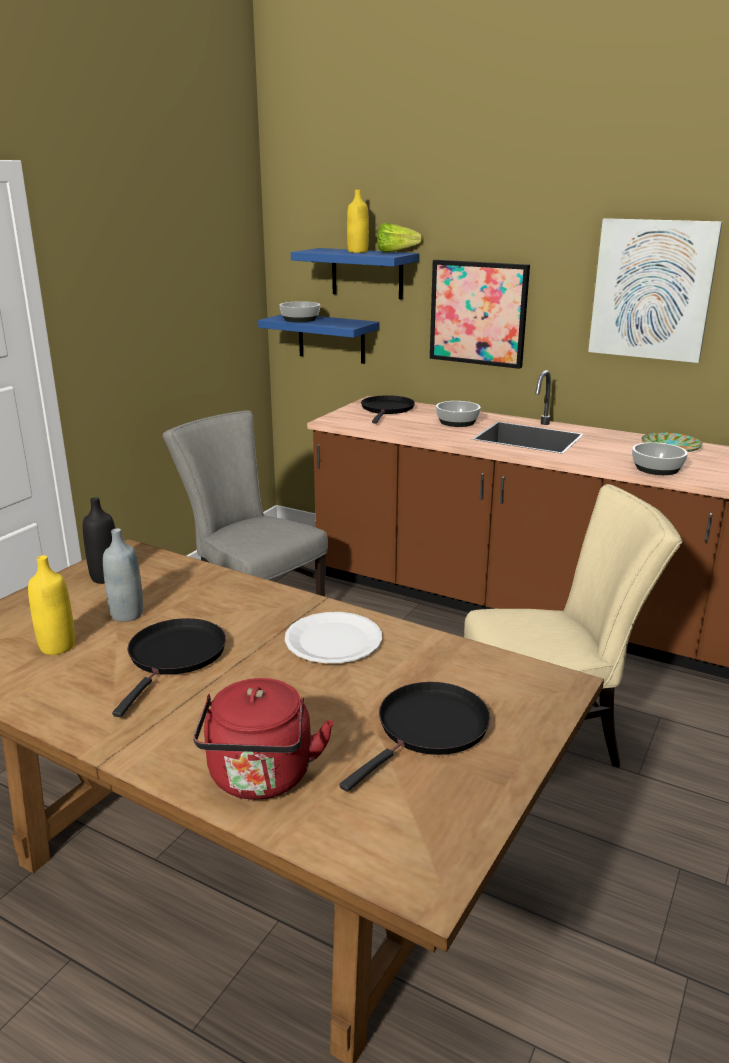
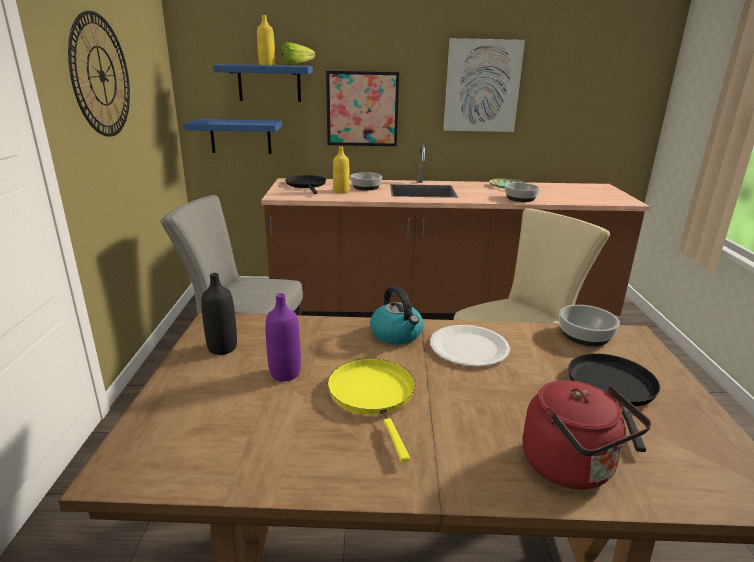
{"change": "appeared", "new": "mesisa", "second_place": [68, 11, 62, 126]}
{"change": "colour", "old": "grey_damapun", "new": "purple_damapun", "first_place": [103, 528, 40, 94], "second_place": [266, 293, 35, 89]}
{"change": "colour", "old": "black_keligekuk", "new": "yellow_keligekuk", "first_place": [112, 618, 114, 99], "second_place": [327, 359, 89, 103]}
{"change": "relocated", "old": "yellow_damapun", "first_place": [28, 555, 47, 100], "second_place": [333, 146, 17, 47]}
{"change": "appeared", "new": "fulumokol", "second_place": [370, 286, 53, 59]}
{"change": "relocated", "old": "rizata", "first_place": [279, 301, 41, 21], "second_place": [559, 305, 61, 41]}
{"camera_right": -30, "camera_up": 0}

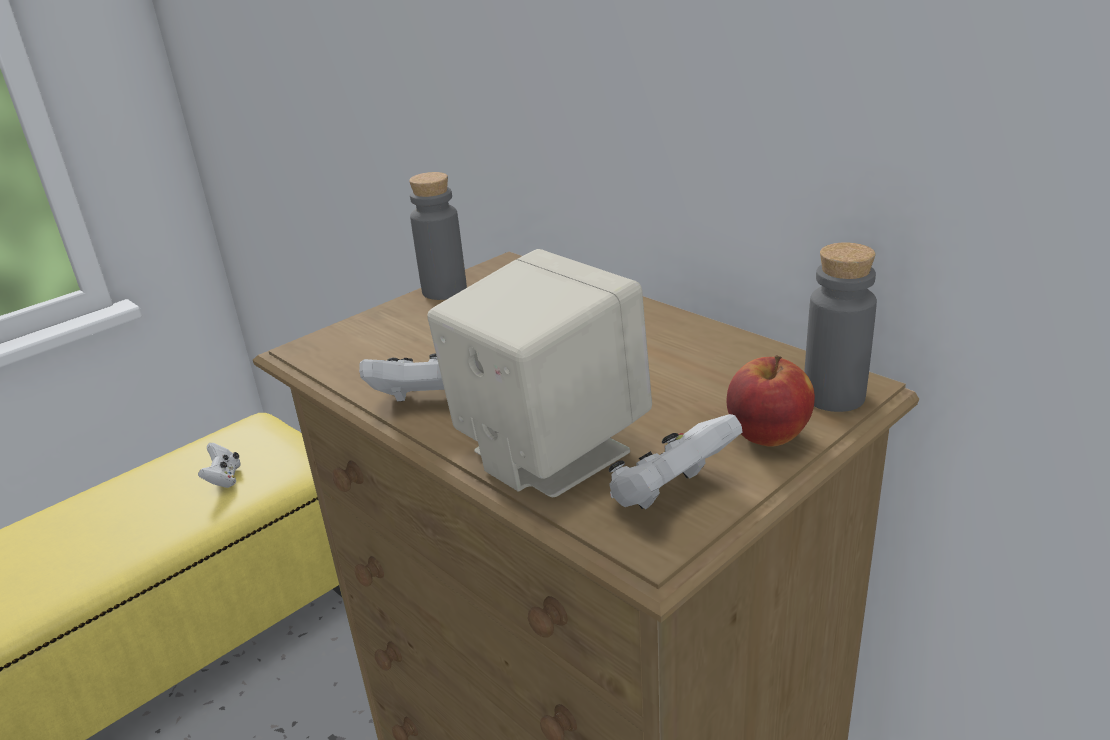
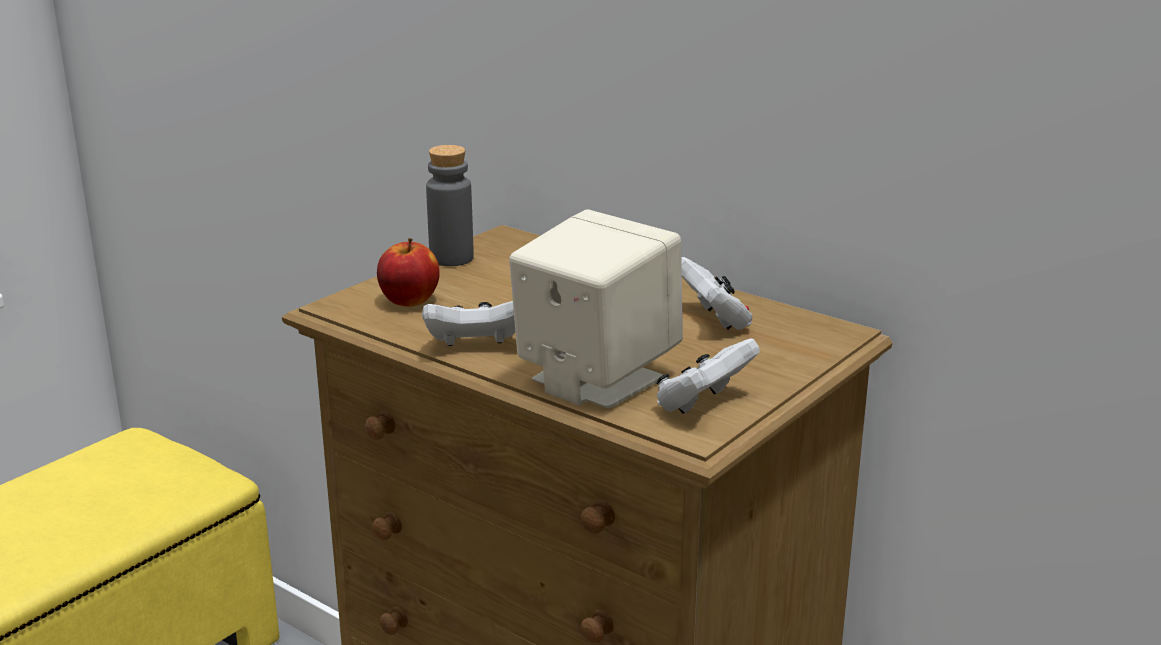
{"change": "relocated", "old": "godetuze", "first_place": [727, 355, 88, 92], "second_place": [377, 238, 63, 69]}
{"change": "relocated", "old": "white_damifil", "first_place": [198, 443, 43, 45], "second_place": [681, 257, 72, 73]}
{"change": "missing", "old": "grey_damapun", "first_place": [804, 243, 73, 169]}
{"camera_right": -10, "camera_up": -5}

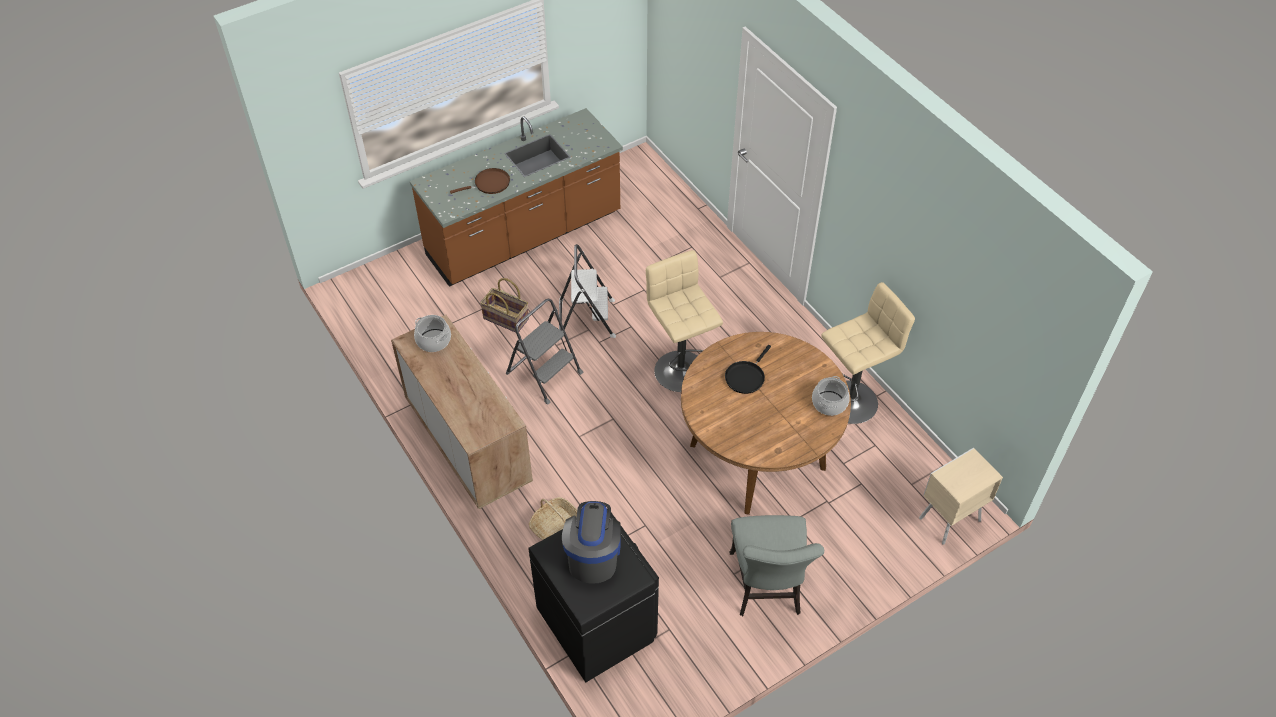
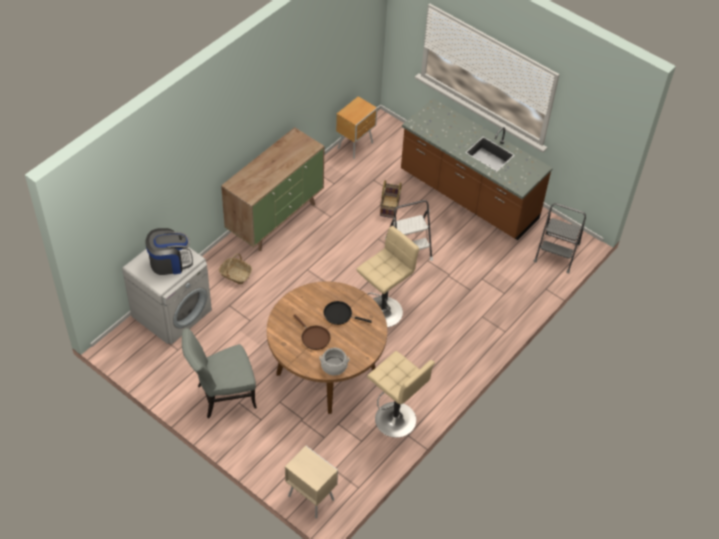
{"change": "colour", "old": "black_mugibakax", "new": "white_mugibakax", "first_place": [528, 513, 131, 170], "second_place": [122, 245, 90, 99]}
{"change": "relocated", "old": "brown_keligekuk", "first_place": [450, 168, 60, 26], "second_place": [293, 314, 37, 36]}
{"change": "appeared", "new": "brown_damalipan", "second_place": [336, 96, 41, 63]}
{"change": "relocated", "old": "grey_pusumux", "first_place": [506, 299, 77, 106], "second_place": [534, 203, 52, 71]}
{"change": "missing", "old": "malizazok", "first_place": [414, 315, 37, 37]}
{"camera_right": 70, "camera_up": 0}

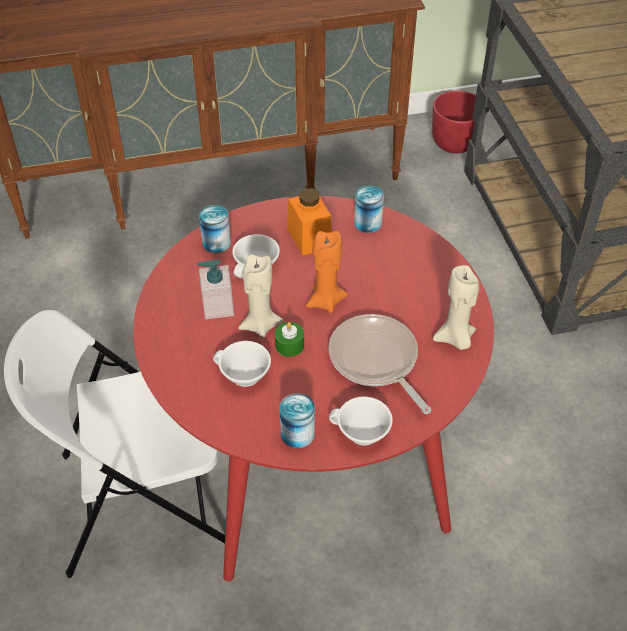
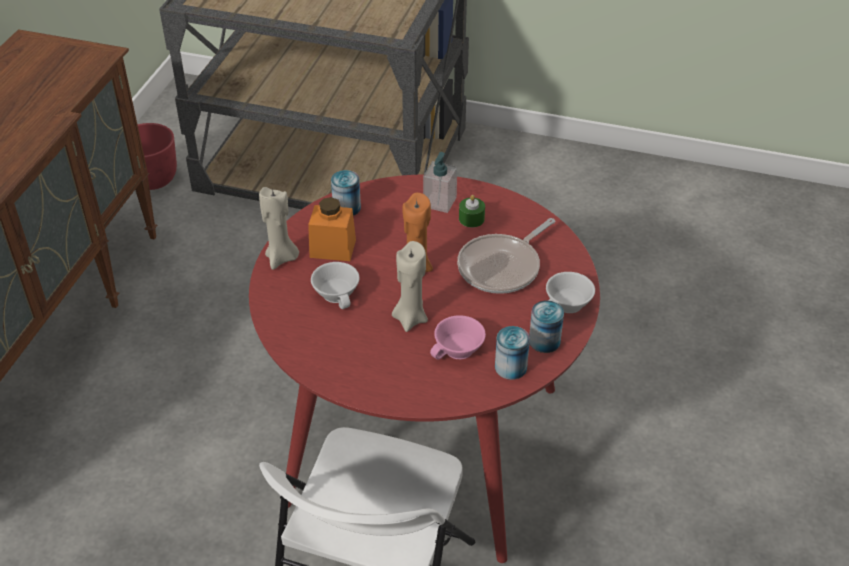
{"change": "relocated", "old": "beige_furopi", "first_place": [433, 265, 46, 85], "second_place": [259, 187, 40, 83]}
{"change": "relocated", "old": "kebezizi", "first_place": [197, 259, 37, 60], "second_place": [423, 152, 34, 61]}
{"change": "colour", "old": "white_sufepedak", "new": "pink_sufepedak", "first_place": [213, 341, 58, 46], "second_place": [430, 315, 56, 45]}
{"change": "spun", "old": "keligekuk", "first_place": [328, 314, 103, 100], "second_place": [457, 218, 98, 76], "degrees": -45}
{"change": "relocated", "old": "green_furopi", "first_place": [275, 322, 29, 35], "second_place": [459, 195, 26, 33]}
{"change": "relocated", "old": "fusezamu", "first_place": [199, 205, 32, 48], "second_place": [495, 326, 35, 54]}
{"camera_right": -60, "camera_up": -5}

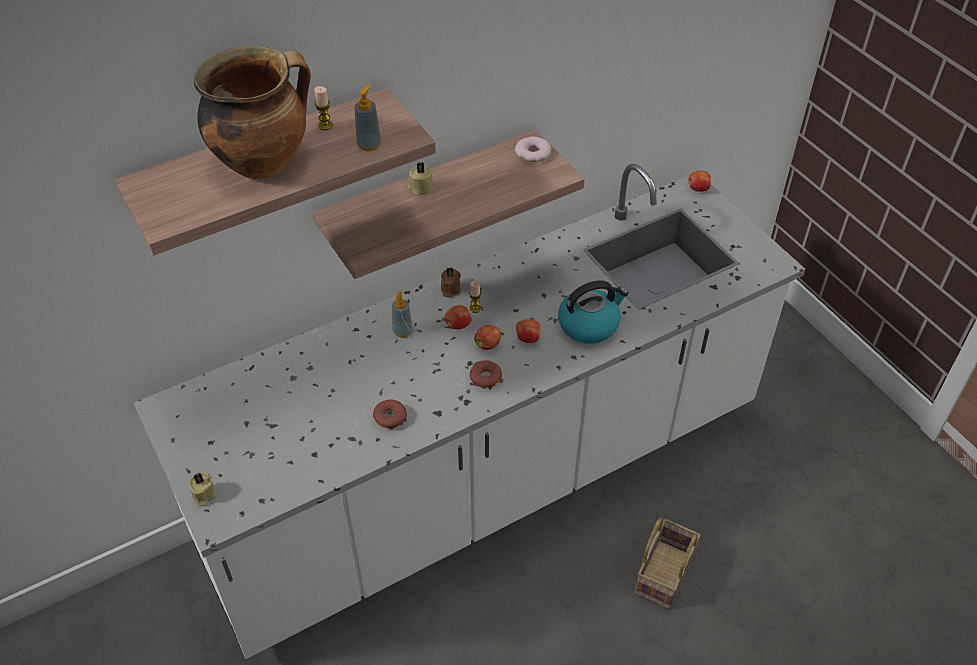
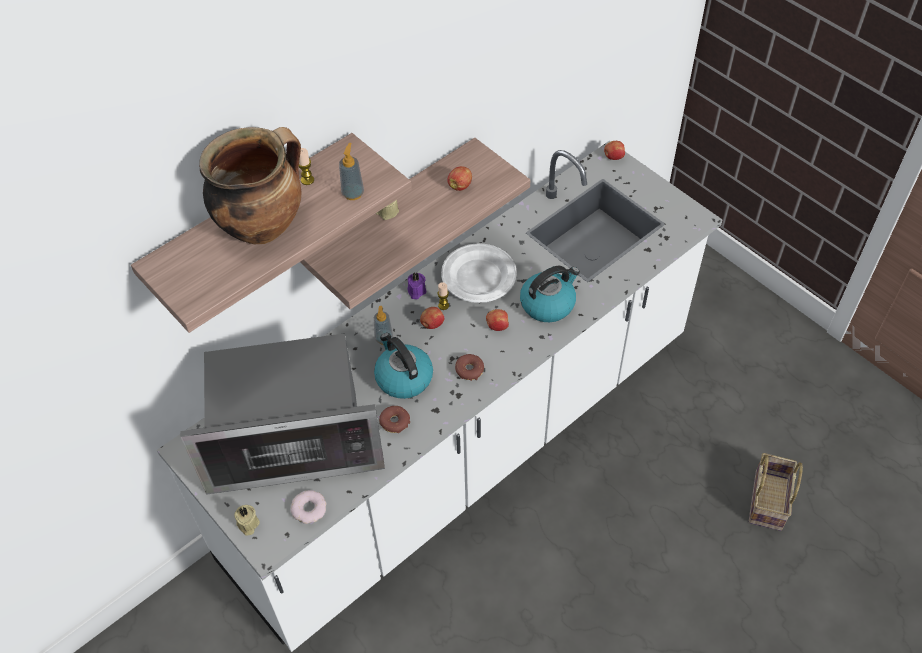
{"change": "appeared", "new": "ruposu", "second_place": [180, 333, 205, 162]}
{"change": "relocated", "old": "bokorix", "first_place": [515, 136, 36, 26], "second_place": [290, 490, 36, 34]}
{"change": "appeared", "new": "fulumokol", "second_place": [374, 333, 59, 66]}
{"change": "colour", "old": "brown_furopi", "new": "purple_furopi", "first_place": [441, 267, 20, 31], "second_place": [407, 273, 19, 26]}
{"change": "appeared", "new": "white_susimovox", "second_place": [441, 243, 76, 60]}
{"change": "relocated", "old": "godetuze", "first_place": [474, 325, 27, 25], "second_place": [447, 166, 25, 25]}
{"change": "relocated", "old": "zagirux", "first_place": [635, 518, 66, 91], "second_place": [749, 453, 54, 78]}
{"camera_right": -10, "camera_up": 5}

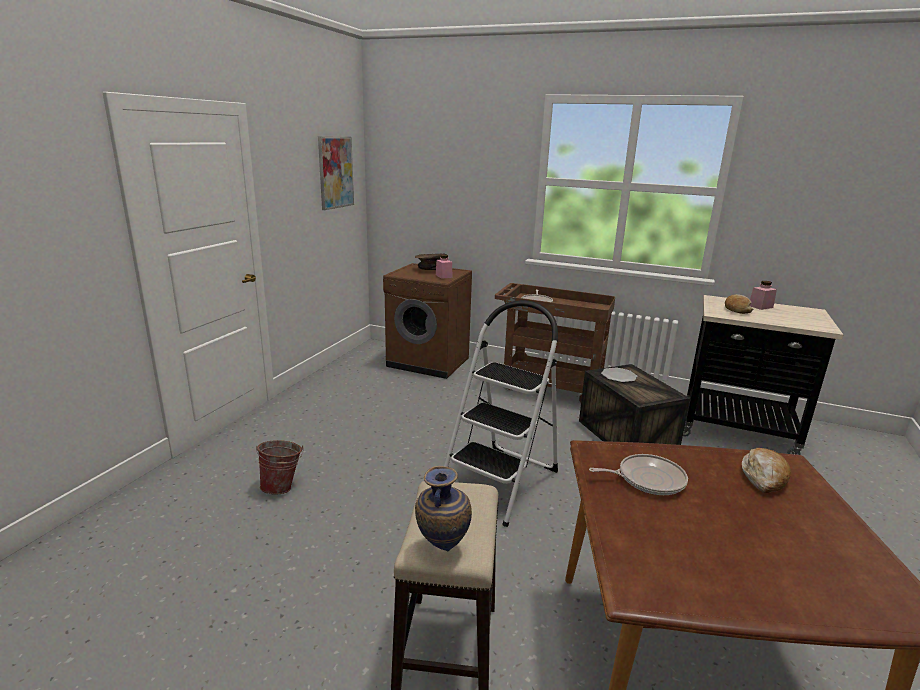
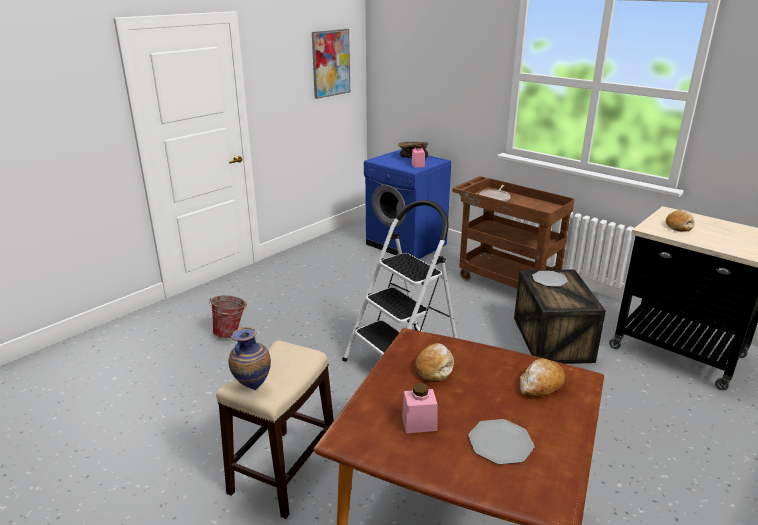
{"change": "colour", "old": "brown_mugibakax", "new": "blue_mugibakax", "first_place": [383, 263, 89, 116], "second_place": [364, 149, 87, 110]}
{"change": "relocated", "old": "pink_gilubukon", "first_place": [750, 281, 27, 29], "second_place": [402, 382, 36, 51]}
{"change": "exchanged", "old": "keligekuk", "new": "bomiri", "first_place": [589, 454, 99, 41], "second_place": [415, 343, 39, 39]}
{"change": "appeared", "new": "susimovox", "second_place": [468, 419, 66, 46]}
{"camera_right": 20, "camera_up": 5}

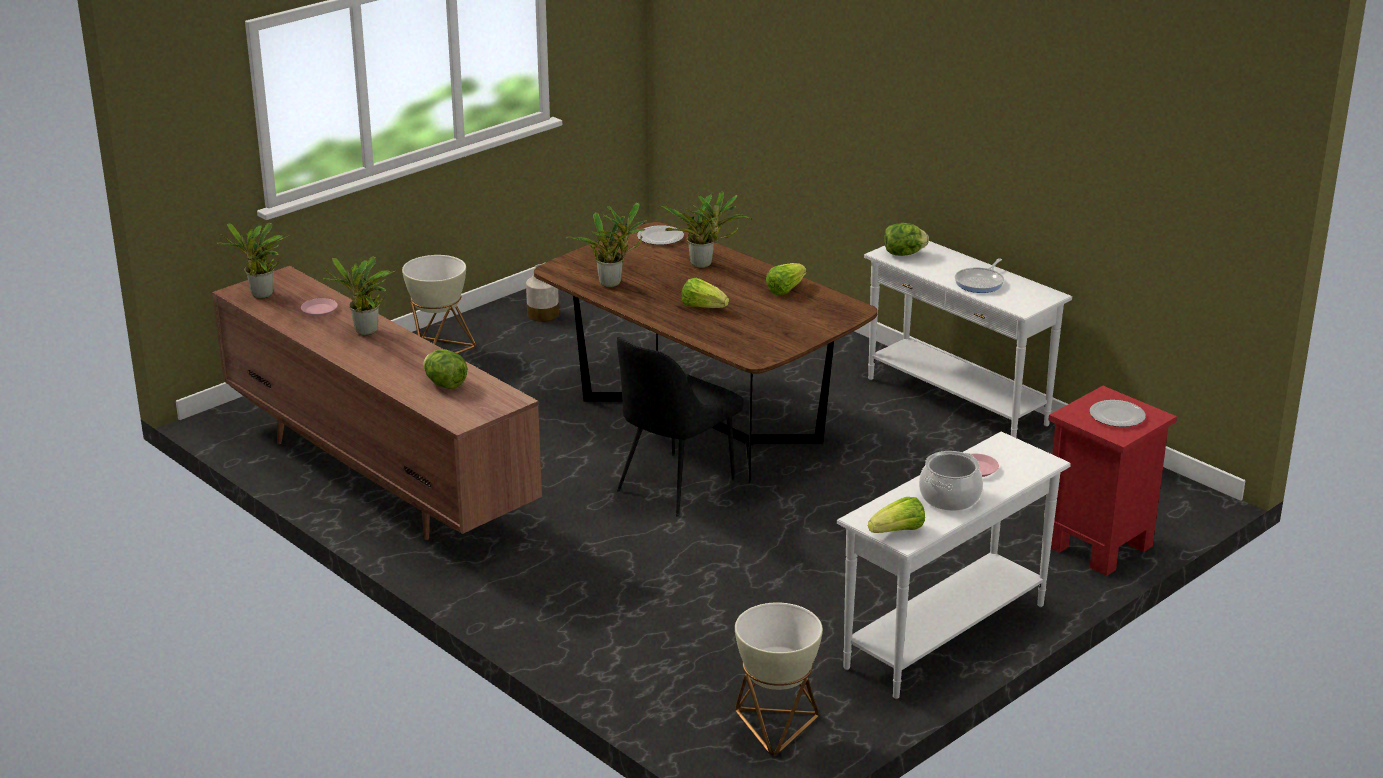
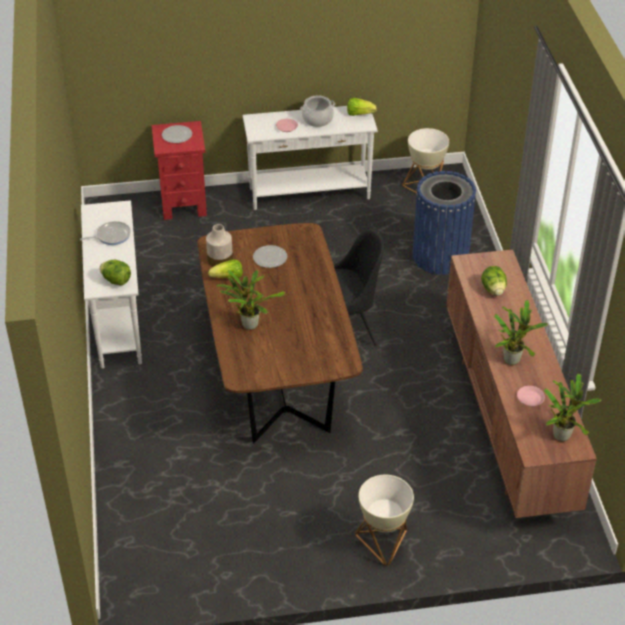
{"change": "relocated", "old": "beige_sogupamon", "first_place": [526, 264, 33, 58], "second_place": [206, 224, 27, 43]}
{"change": "relocated", "old": "susimovox", "first_place": [637, 225, 47, 20], "second_place": [253, 245, 34, 23]}
{"change": "appeared", "new": "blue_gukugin", "second_place": [413, 171, 63, 104]}
{"change": "missing", "old": "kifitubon", "first_place": [566, 202, 81, 85]}
{"change": "missing", "old": "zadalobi", "first_place": [681, 278, 48, 30]}
{"camera_right": -145, "camera_up": 15}

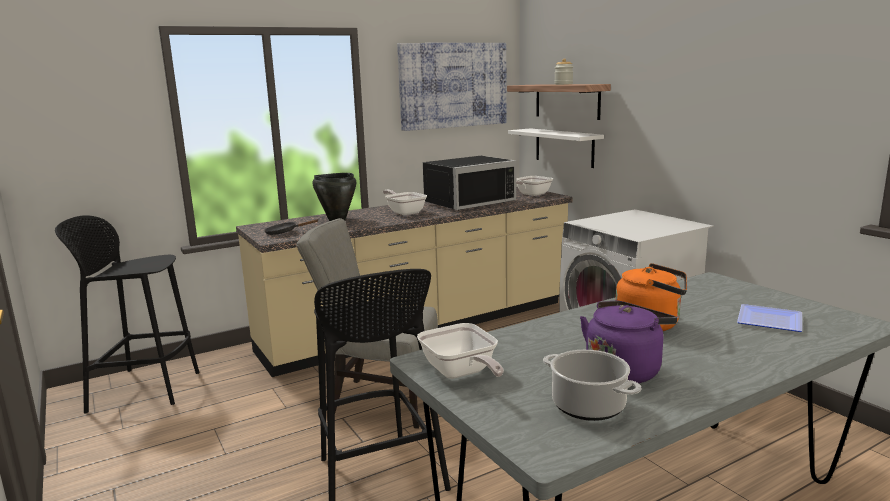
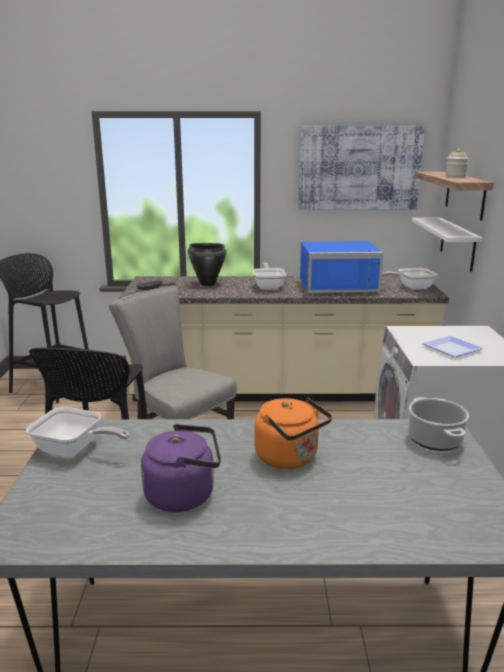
{"change": "spun", "old": "keligekuk", "first_place": [417, 323, 87, 56], "second_place": [26, 407, 103, 50], "degrees": -75}
{"change": "colour", "old": "black_ruposu", "new": "blue_ruposu", "first_place": [423, 156, 93, 54], "second_place": [300, 241, 84, 52]}
{"change": "relocated", "old": "malizazok", "first_place": [543, 350, 98, 71], "second_place": [408, 397, 61, 54]}
{"change": "relocated", "old": "susimovox", "first_place": [737, 304, 65, 28], "second_place": [422, 336, 62, 21]}
{"camera_right": 30, "camera_up": 5}

